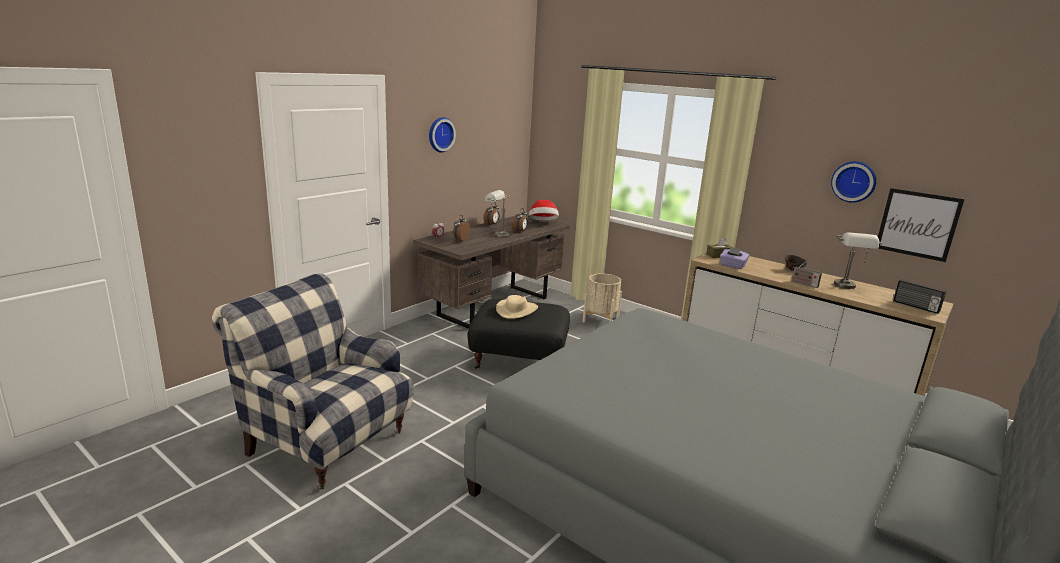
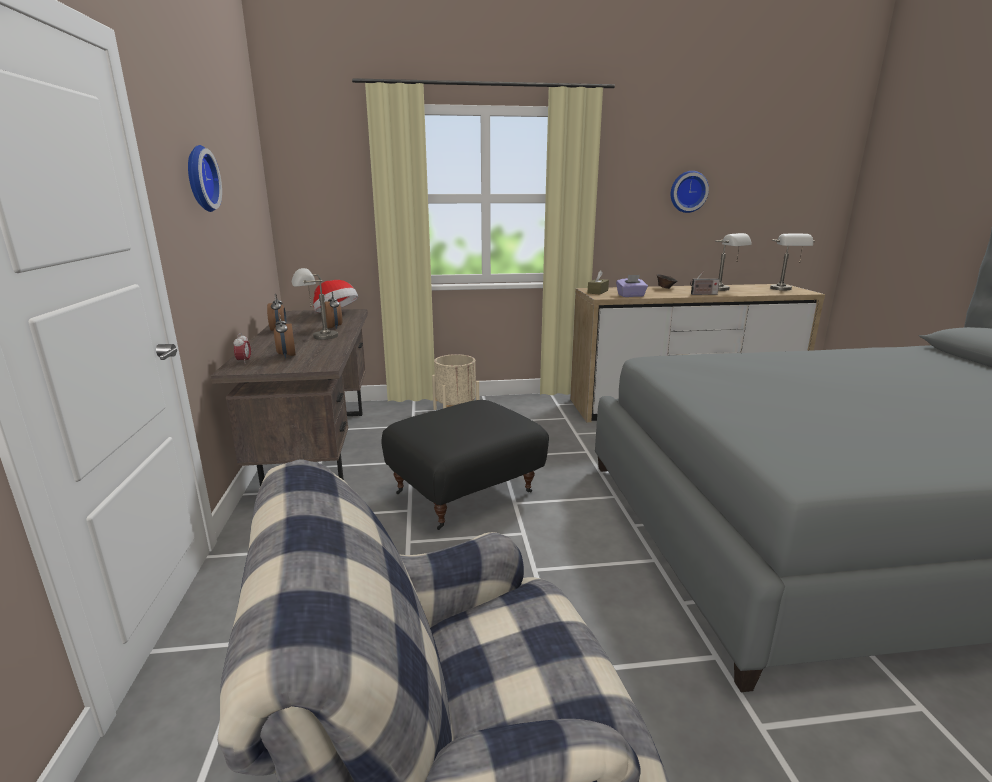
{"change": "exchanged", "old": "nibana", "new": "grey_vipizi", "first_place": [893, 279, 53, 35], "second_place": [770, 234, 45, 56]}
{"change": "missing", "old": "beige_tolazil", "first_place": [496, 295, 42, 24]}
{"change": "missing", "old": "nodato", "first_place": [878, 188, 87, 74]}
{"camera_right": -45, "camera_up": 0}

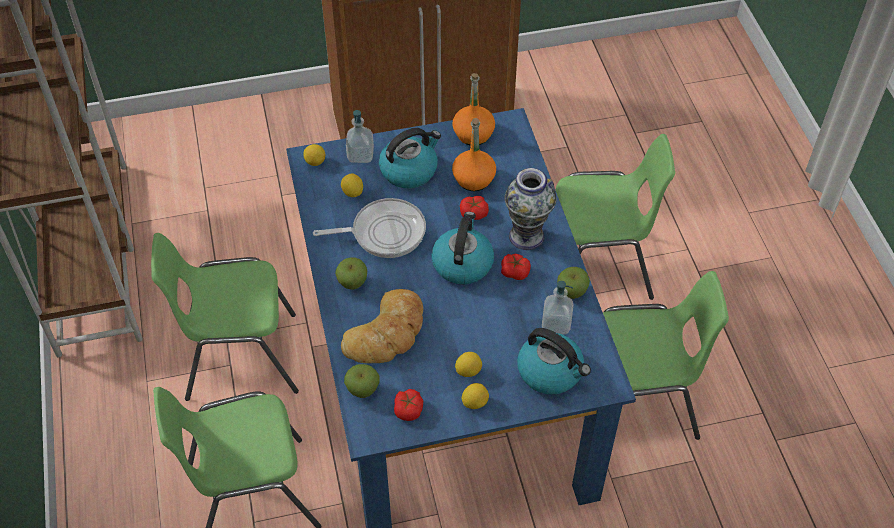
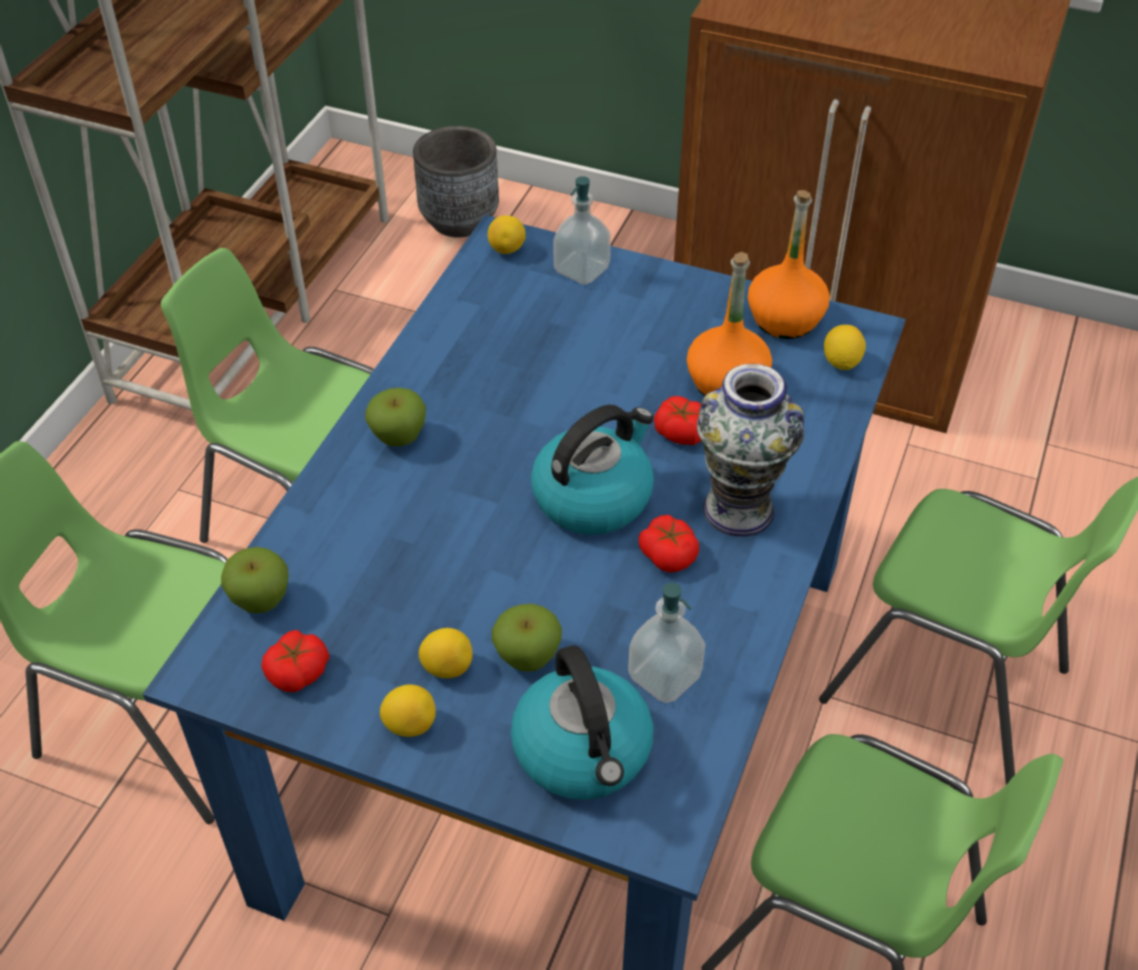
{"change": "appeared", "new": "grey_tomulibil", "second_place": [413, 126, 86, 112]}
{"change": "relocated", "old": "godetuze", "first_place": [557, 267, 33, 32], "second_place": [492, 604, 70, 68]}
{"change": "relocated", "old": "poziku", "first_place": [341, 173, 22, 24], "second_place": [824, 325, 42, 45]}
{"change": "missing", "old": "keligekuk", "first_place": [313, 198, 113, 60]}
{"change": "missing", "old": "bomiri", "first_place": [341, 289, 82, 74]}
{"change": "missing", "old": "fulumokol", "first_place": [379, 128, 62, 61]}
{"camera_right": 35, "camera_up": -5}

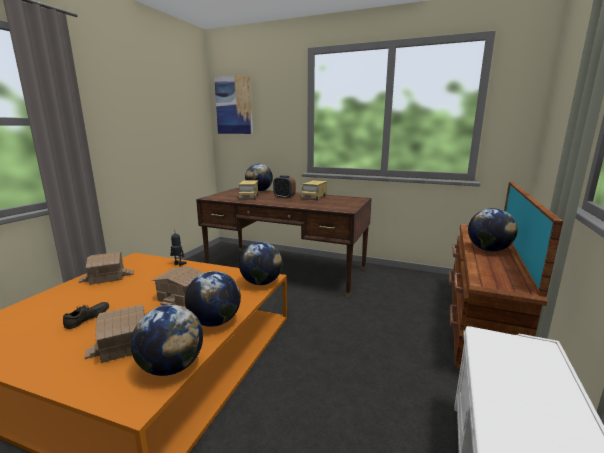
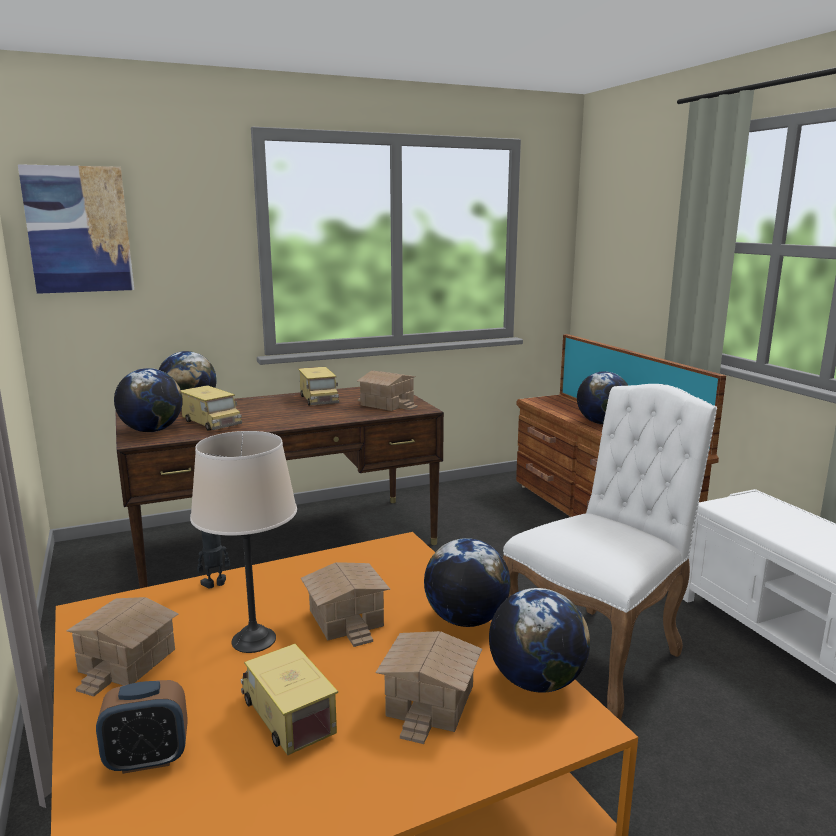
{"change": "relocated", "old": "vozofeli", "first_place": [273, 175, 23, 24], "second_place": [96, 680, 91, 94]}
{"change": "relocated", "old": "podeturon", "first_place": [239, 242, 43, 43], "second_place": [114, 368, 69, 64]}
{"change": "appeared", "new": "beige_vipizi", "second_place": [190, 431, 107, 222]}
{"change": "exchanged", "old": "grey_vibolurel", "new": "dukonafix", "first_place": [63, 302, 46, 27], "second_place": [241, 644, 97, 111]}
{"change": "appeared", "new": "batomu", "second_place": [357, 371, 61, 40]}
{"change": "appeared", "new": "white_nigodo", "second_place": [503, 384, 214, 336]}
{"camera_right": -45, "camera_up": 0}

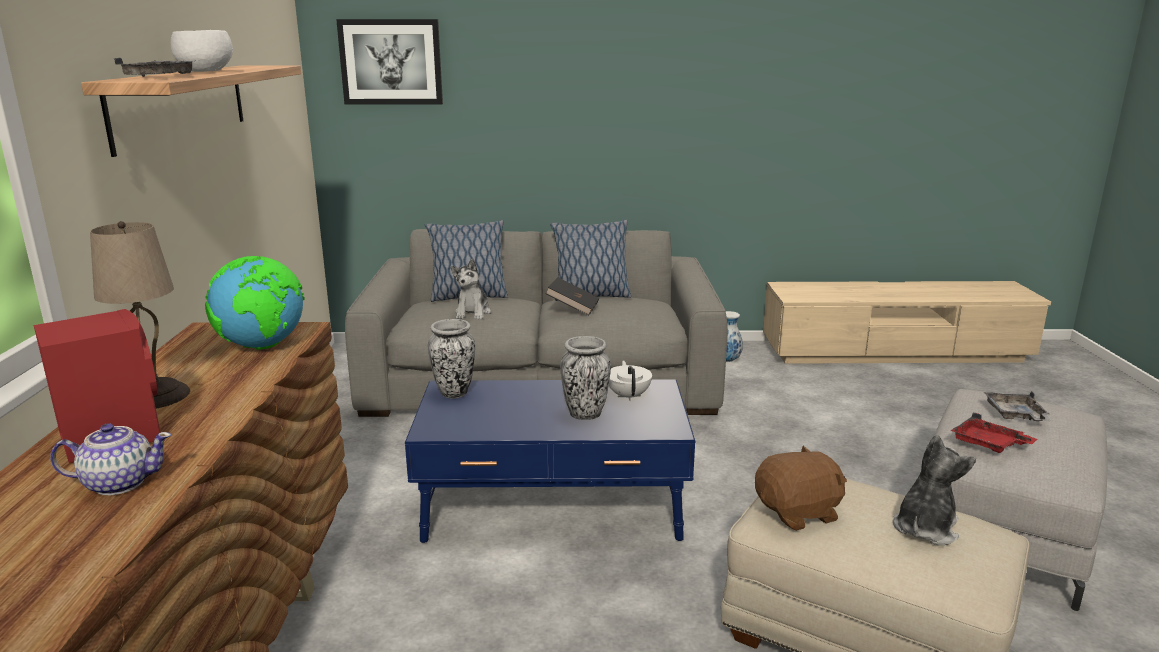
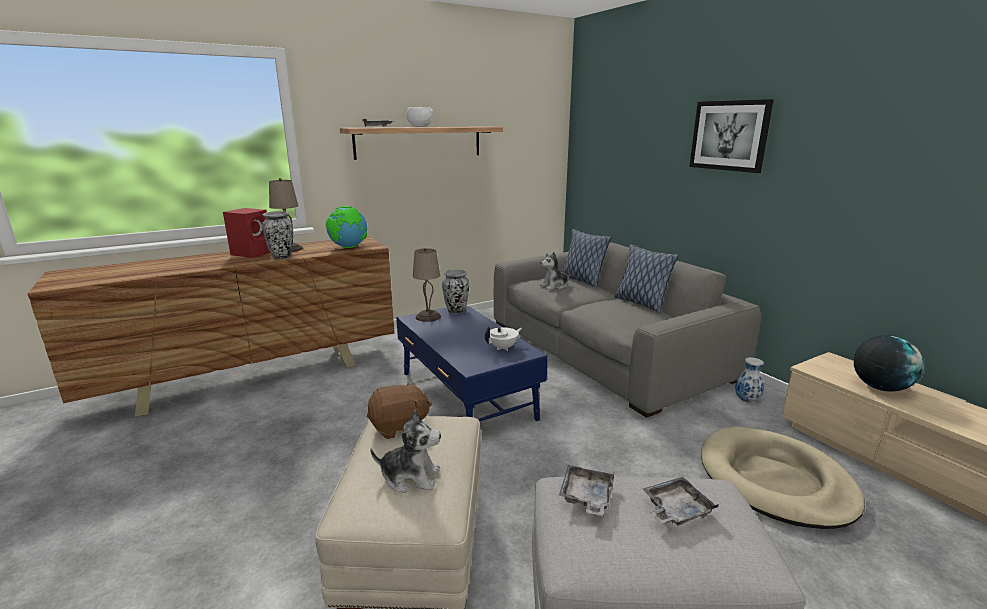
{"change": "relocated", "old": "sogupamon", "first_place": [560, 336, 51, 84], "second_place": [262, 211, 31, 48]}
{"change": "spun", "old": "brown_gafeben", "first_place": [755, 445, 92, 86], "second_place": [367, 381, 65, 58], "degrees": -60}
{"change": "appeared", "new": "beige_vipizi", "second_place": [413, 248, 28, 74]}
{"change": "colour", "old": "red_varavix", "new": "grey_varavix", "first_place": [950, 412, 88, 41], "second_place": [559, 465, 56, 51]}
{"change": "relocated", "old": "nodato", "first_place": [336, 19, 107, 86], "second_place": [689, 99, 85, 74]}
{"change": "appeared", "new": "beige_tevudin", "second_place": [701, 426, 164, 103]}
{"change": "appeared", "new": "podeturon", "second_place": [854, 335, 70, 57]}
{"change": "missing", "old": "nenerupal", "first_place": [50, 423, 121, 72]}
{"change": "missing", "old": "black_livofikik", "first_place": [545, 277, 54, 39]}
{"camera_right": 60, "camera_up": 0}

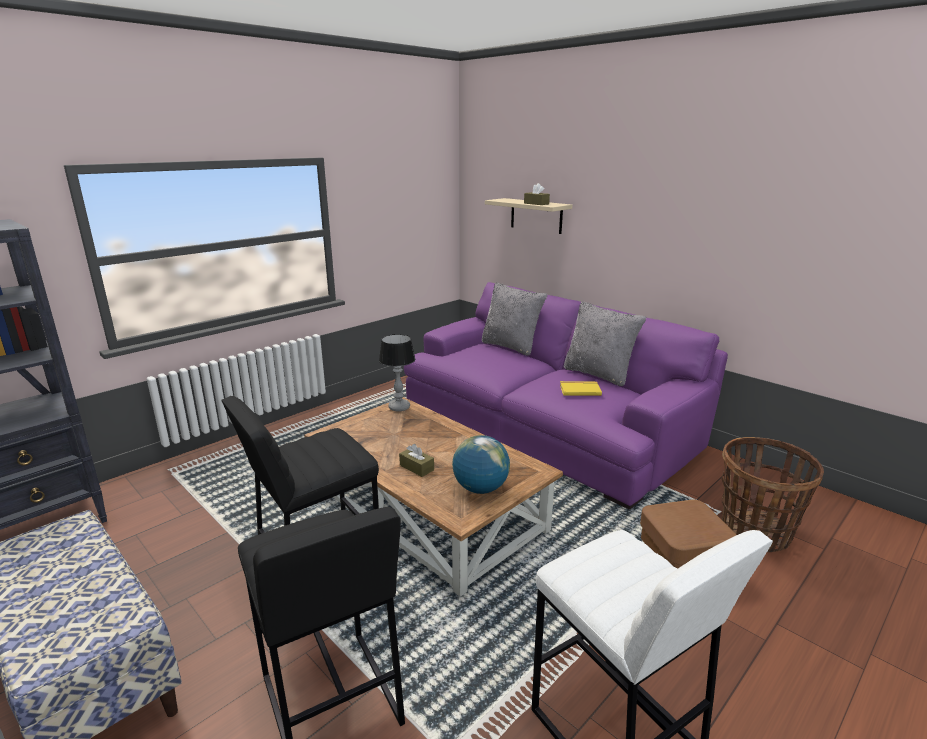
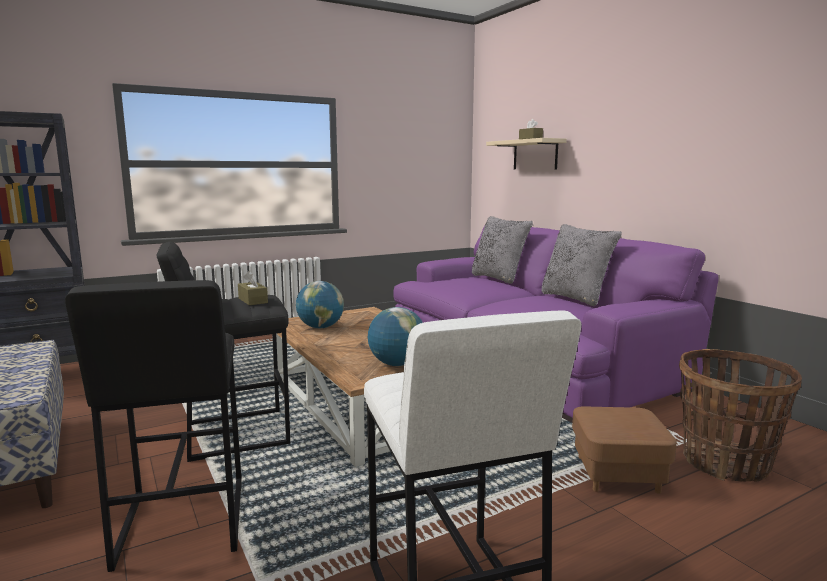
{"change": "relocated", "old": "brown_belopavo", "first_place": [399, 444, 35, 33], "second_place": [238, 271, 30, 34]}
{"change": "appeared", "new": "podeturon", "second_place": [296, 281, 48, 47]}
{"change": "missing", "old": "vipizi", "first_place": [379, 334, 36, 77]}
{"change": "missing", "old": "yellow_livofikik", "first_place": [560, 381, 42, 15]}
{"camera_right": 15, "camera_up": -10}

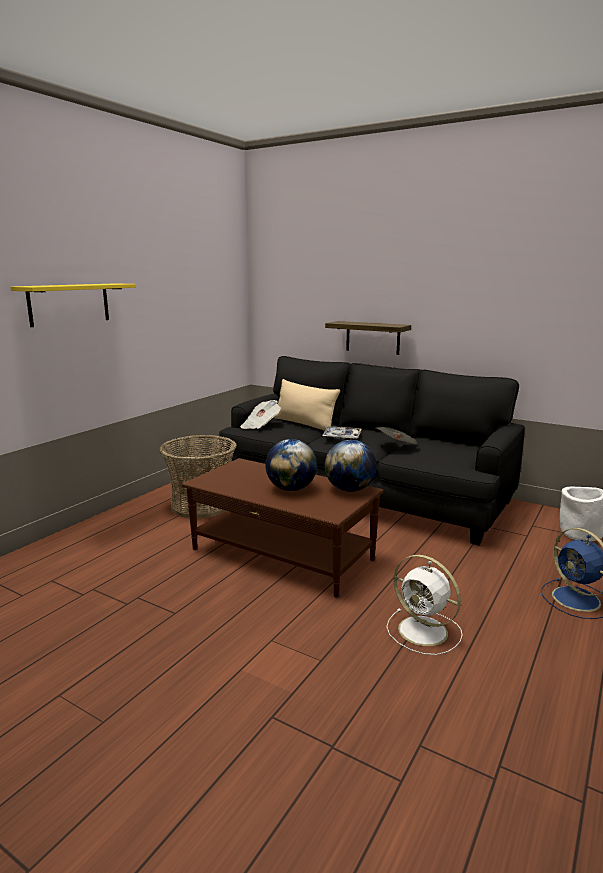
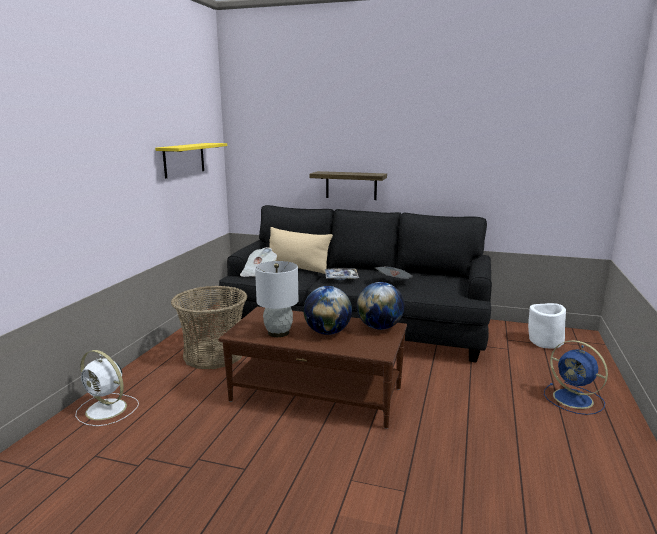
{"change": "relocated", "old": "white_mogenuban", "first_place": [386, 555, 77, 100], "second_place": [75, 350, 64, 76]}
{"change": "relocated", "old": "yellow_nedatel", "first_place": [11, 283, 125, 44], "second_place": [155, 143, 72, 35]}
{"change": "appeared", "new": "white_vipizi", "second_place": [255, 261, 43, 76]}
{"camera_right": -15, "camera_up": 0}

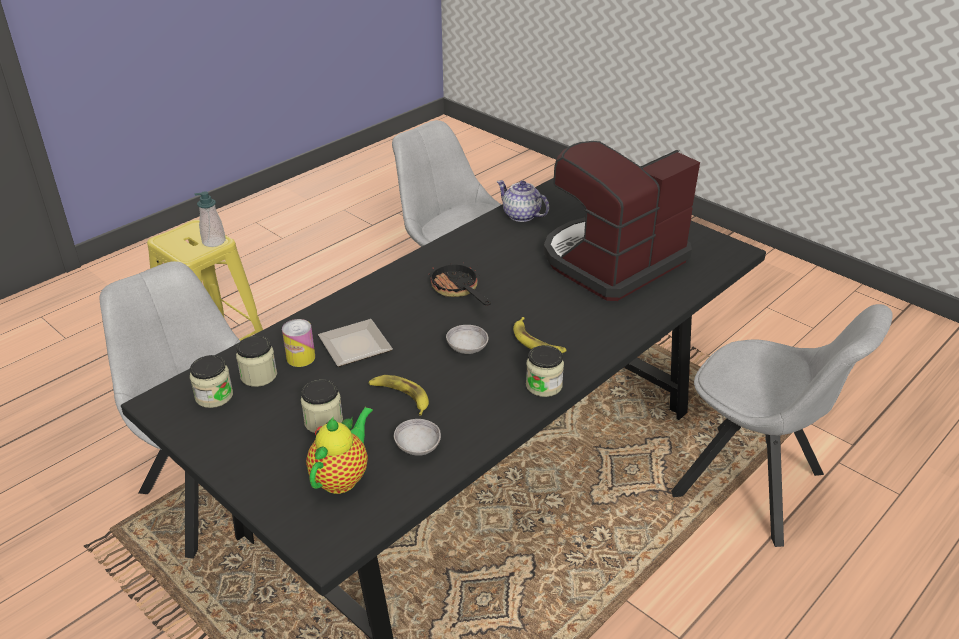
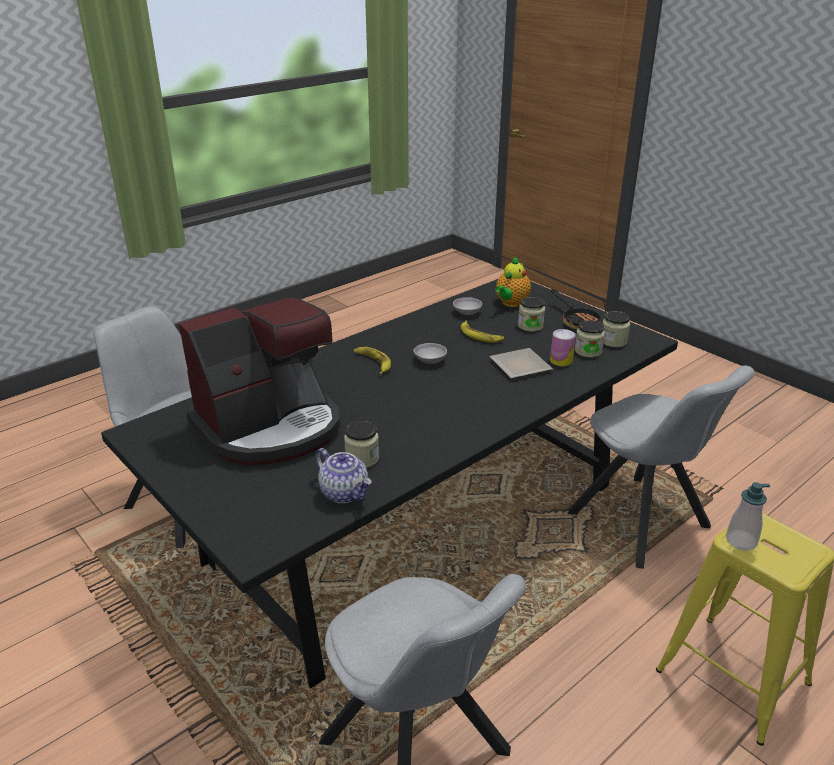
{"change": "relocated", "old": "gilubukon", "first_place": [526, 345, 38, 52], "second_place": [344, 421, 35, 47]}
{"change": "relocated", "old": "keligekuk", "first_place": [429, 260, 62, 46], "second_place": [551, 289, 52, 40]}
{"camera_right": -175, "camera_up": -5}

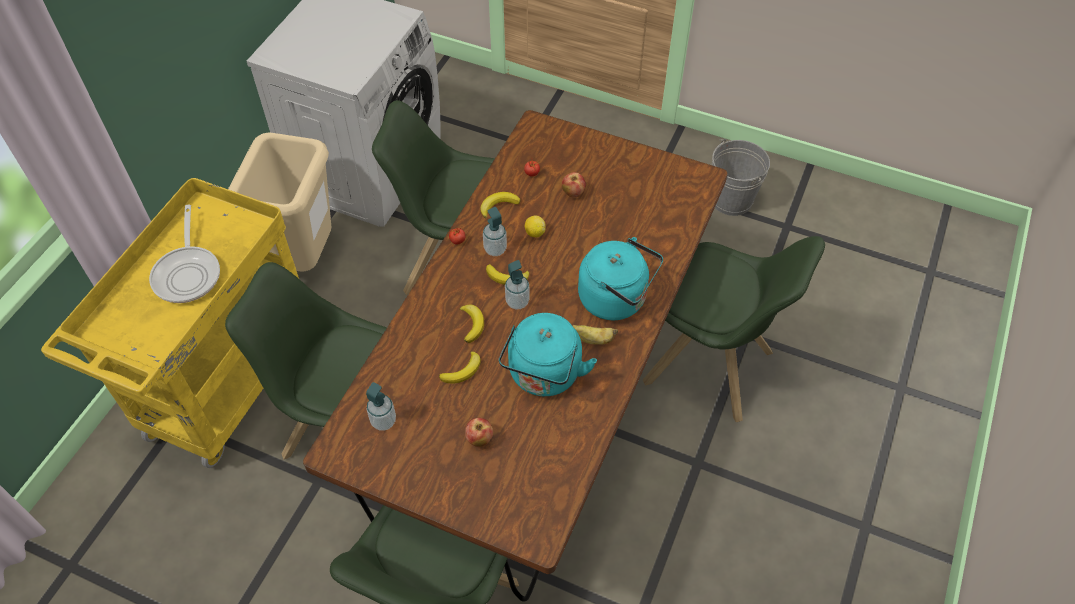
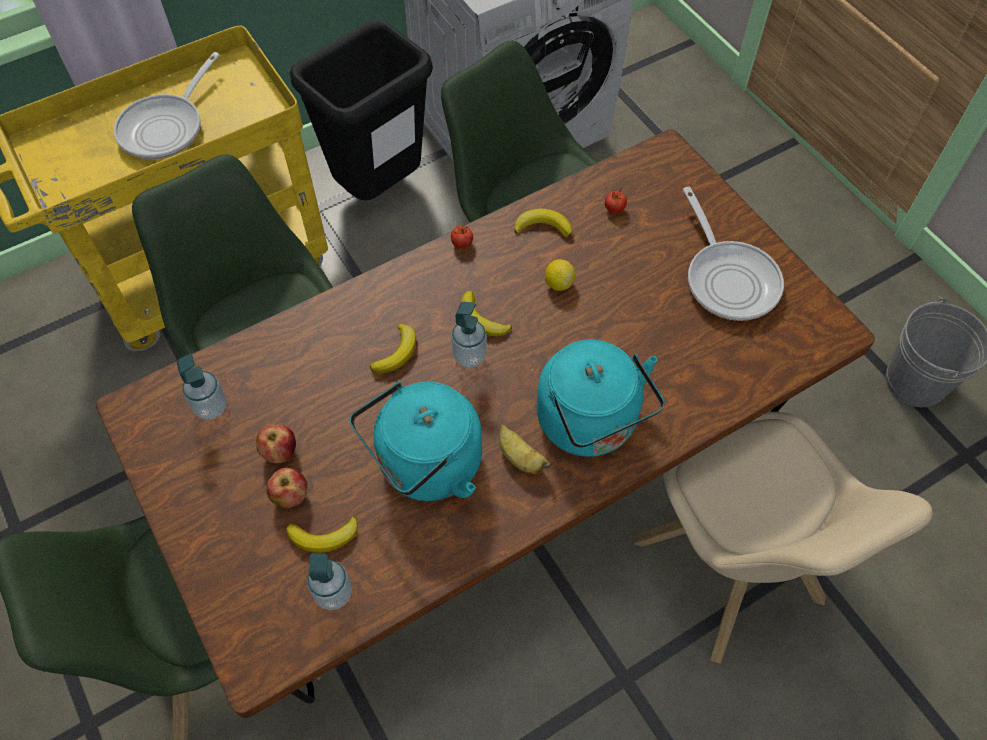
{"change": "relocated", "old": "godetuze", "first_place": [562, 172, 24, 25], "second_place": [256, 425, 40, 38]}
{"change": "relocated", "old": "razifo", "first_place": [439, 351, 42, 32], "second_place": [287, 516, 70, 37]}
{"change": "colour", "old": "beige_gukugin", "new": "black_gukugin", "first_place": [228, 132, 103, 140], "second_place": [290, 19, 143, 181]}
{"change": "relocated", "old": "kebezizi", "first_place": [483, 207, 24, 49], "second_place": [307, 553, 45, 57]}
{"change": "colour", "old": "green_nigodo", "new": "beige_nigodo", "first_place": [643, 236, 182, 186], "second_place": [633, 412, 300, 252]}
{"change": "appeared", "new": "keligekuk", "second_place": [683, 187, 101, 134]}
{"camera_right": 35, "camera_up": 5}

